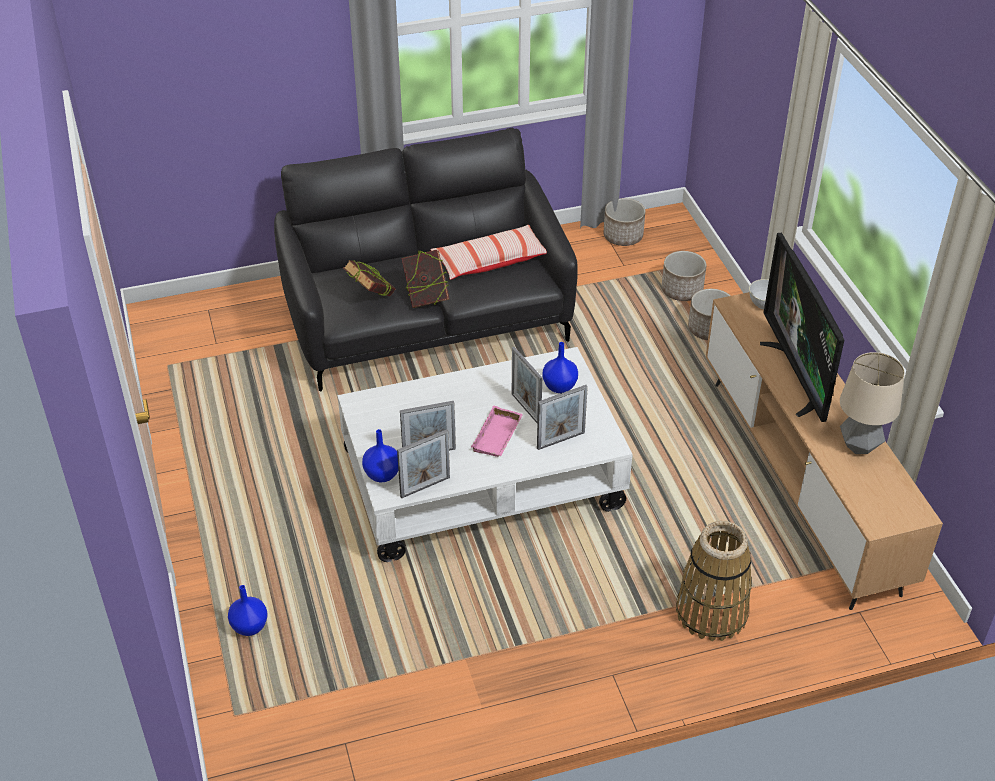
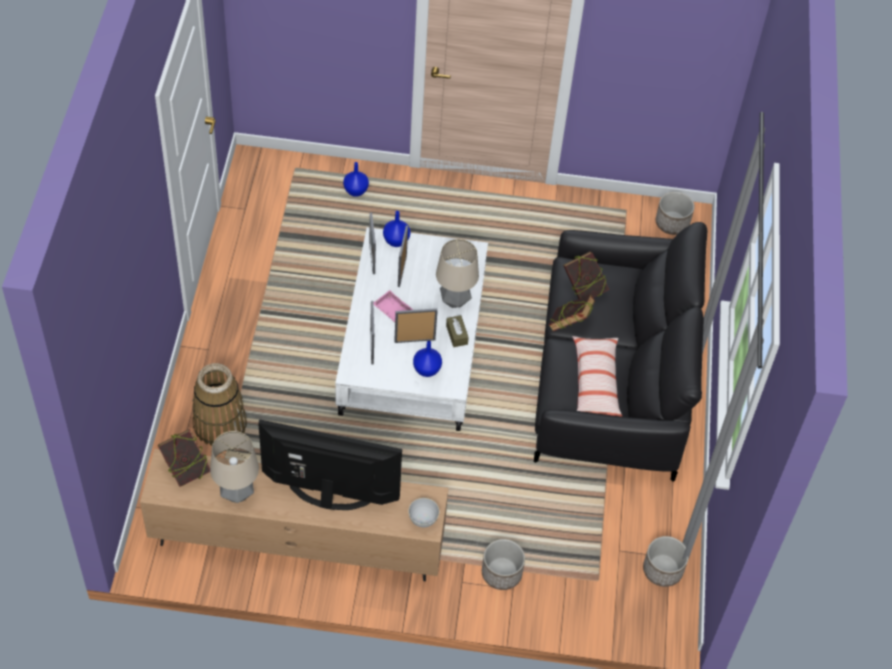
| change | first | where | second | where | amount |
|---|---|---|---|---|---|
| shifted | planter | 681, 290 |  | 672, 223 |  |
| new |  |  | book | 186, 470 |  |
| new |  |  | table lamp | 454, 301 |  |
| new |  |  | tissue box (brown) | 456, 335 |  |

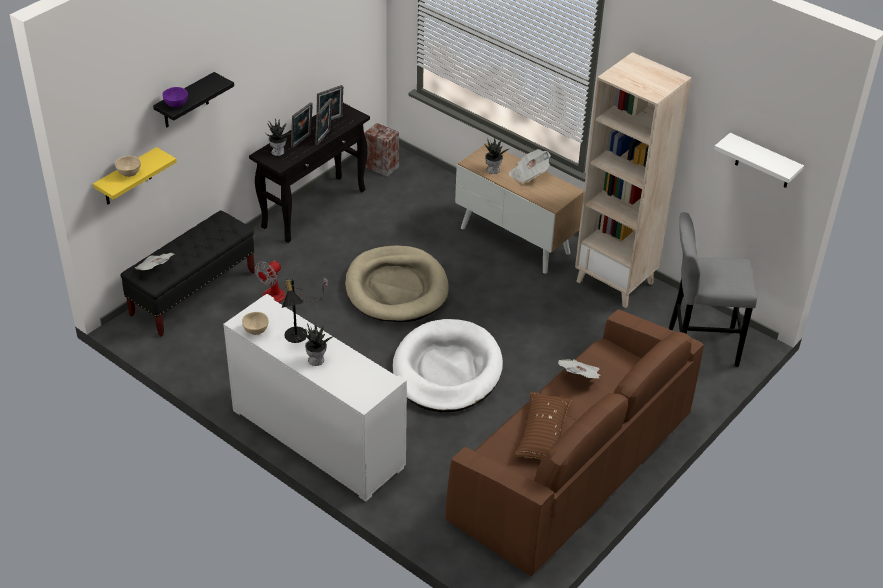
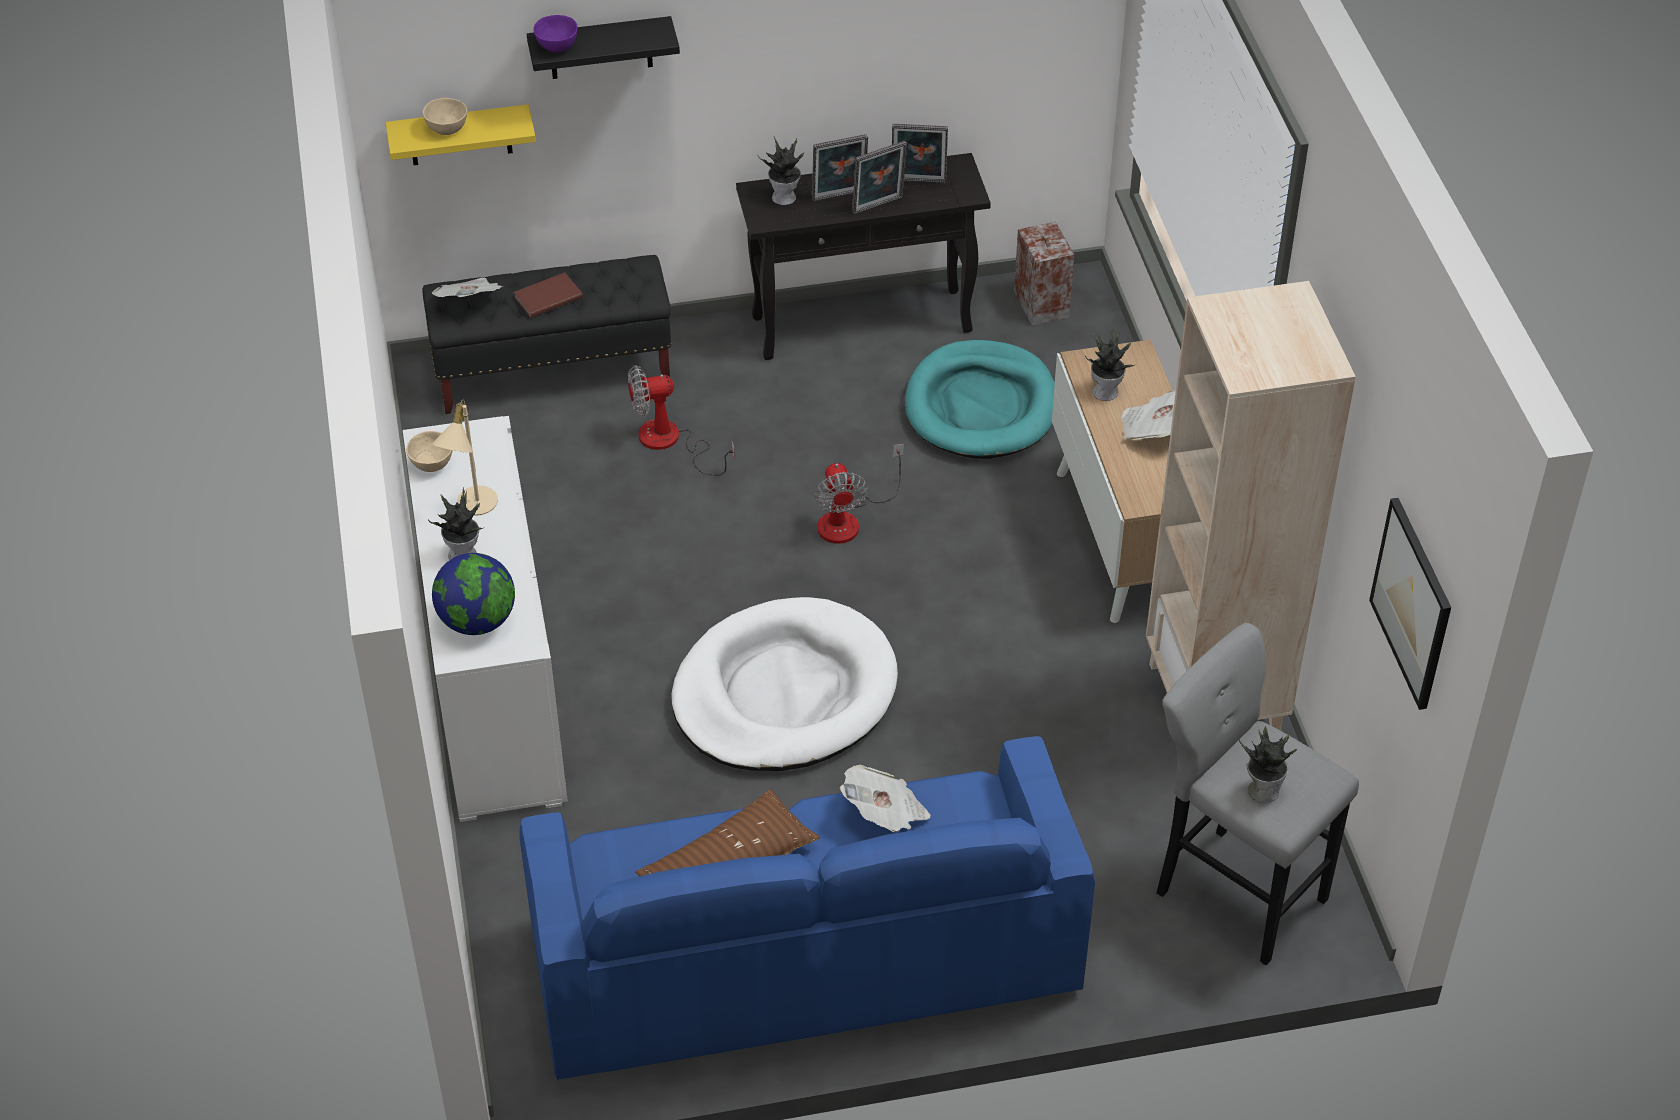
| change | first | where | second | where | amount |
|---|---|---|---|---|---|
| repainted | table lamp (black) | 295, 338 | table lamp (beige) | 471, 505 |  |
| swapped | dog bed (beige) | 396, 288 | fan | 849, 519 |  |
| repainted | sofa (brown) | 572, 468 | sofa (blue) | 803, 959 |  |
| swapped | shelf (white) | 763, 162 | picture | 1412, 603 |  |
| new |  |  | globe | 477, 621 |  |
| new |  |  | book (brown) | 547, 297 |  |
| new |  |  | dog bed (turquoise) | 981, 406 |  |
| new |  |  | potted plant | 1263, 790 |  |

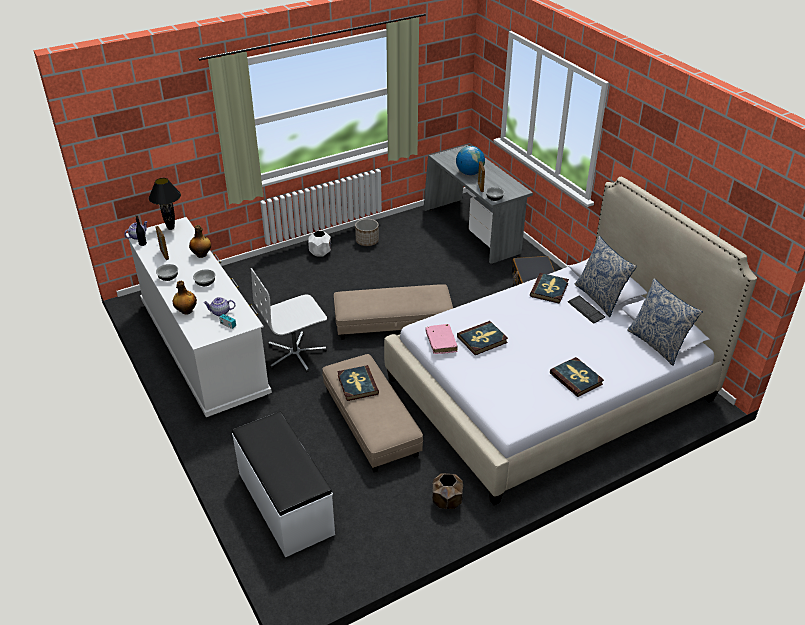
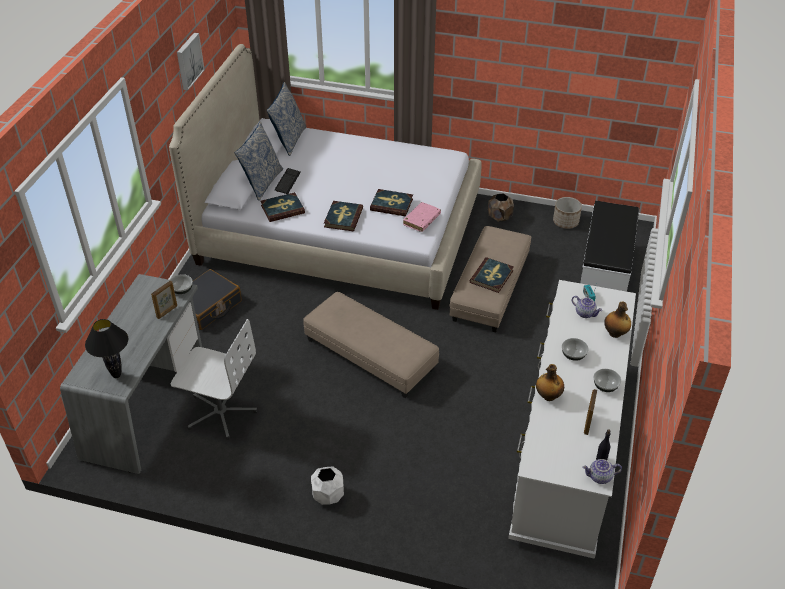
| change | first | where | second | where | amount |
|---|---|---|---|---|---|
| shifted | table lamp (black) | 171, 228 |  | 116, 375 |  |
| shifted | office chair (white) | 296, 354 |  | 221, 412 |  |
| shifted | planter | 367, 241 |  | 565, 222 |  |
| gone | globe | 469, 173 |  |  |  |
| shifted | book | 576, 378 |  | 343, 218 |  |
| new |  |  | picture | 188, 61 |  |

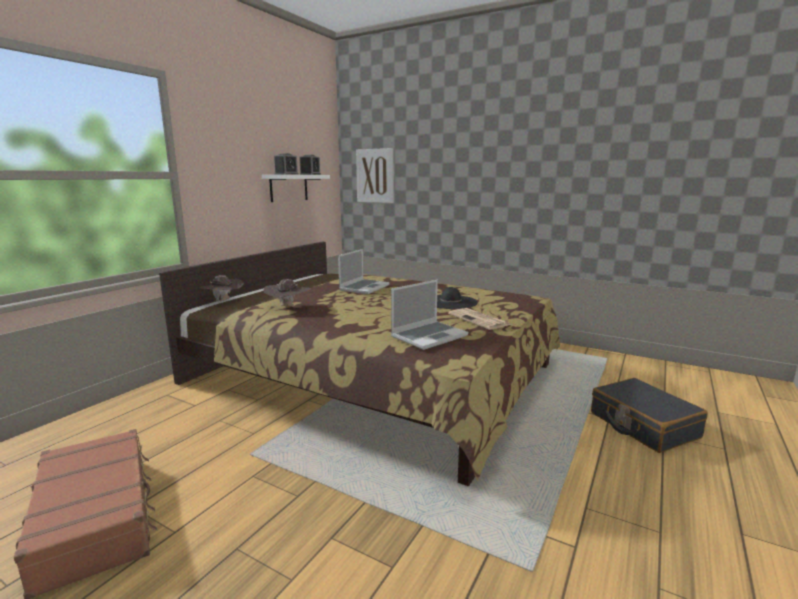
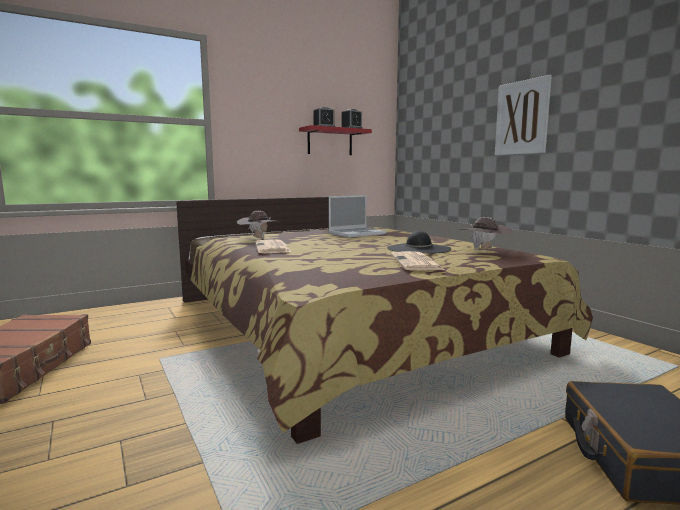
| change | first | where | second | where | amount |
|---|---|---|---|---|---|
| shifted | hat (brown) | 224, 301 |  | 484, 251 |  |
| repainted | shelf (white) | 289, 188 | shelf (red) | 330, 142 |  |
| shifted | picture | 375, 176 |  | 522, 117 |  |
| gone | laptop | 429, 336 |  |  |  |
| new |  |  | newspaper | 273, 248 |  |

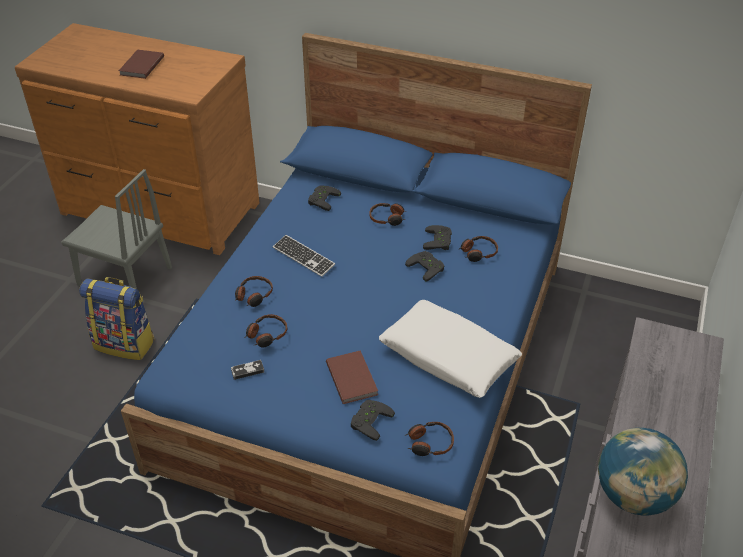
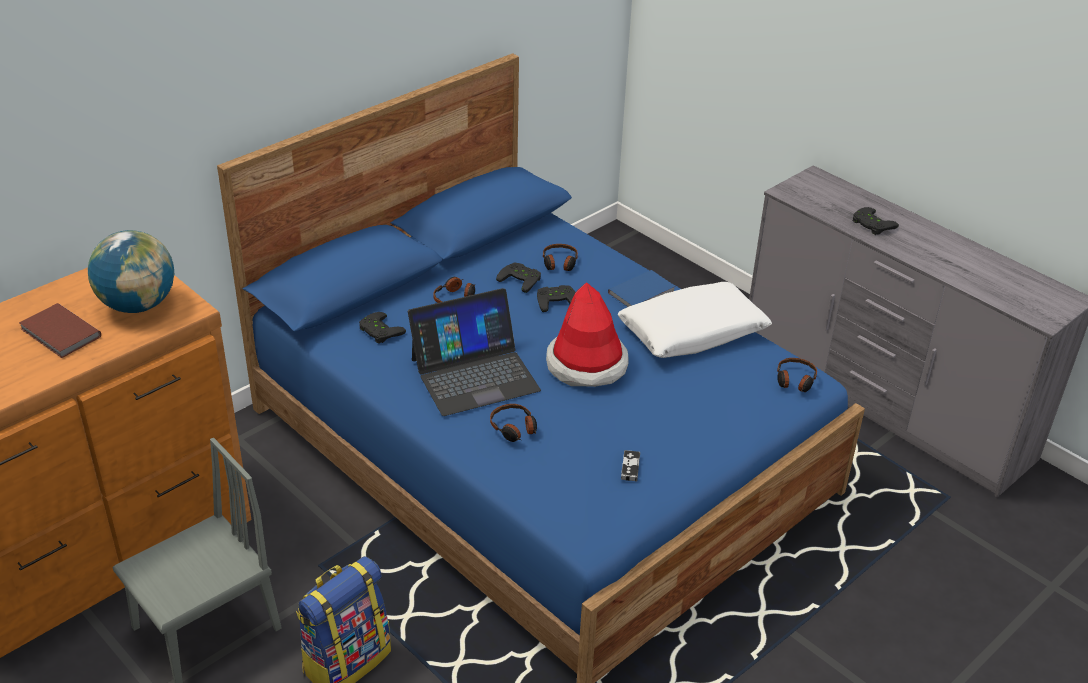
| change | first | where | second | where | amount |
|---|---|---|---|---|---|
| gone | headphones | 266, 335 |  |  |  |
| swapped | keyboard | 303, 257 | laptop | 474, 374 |  |
| gone | book (brown) | 352, 378 |  |  |  |
| shifted | game controller (black) | 369, 420 |  | 871, 224 |  |
| shifted | globe | 633, 495 |  | 138, 305 |  |
| new |  |  | hat | 587, 364 |  |
| new |  |  | book (blue) | 643, 293 |  |

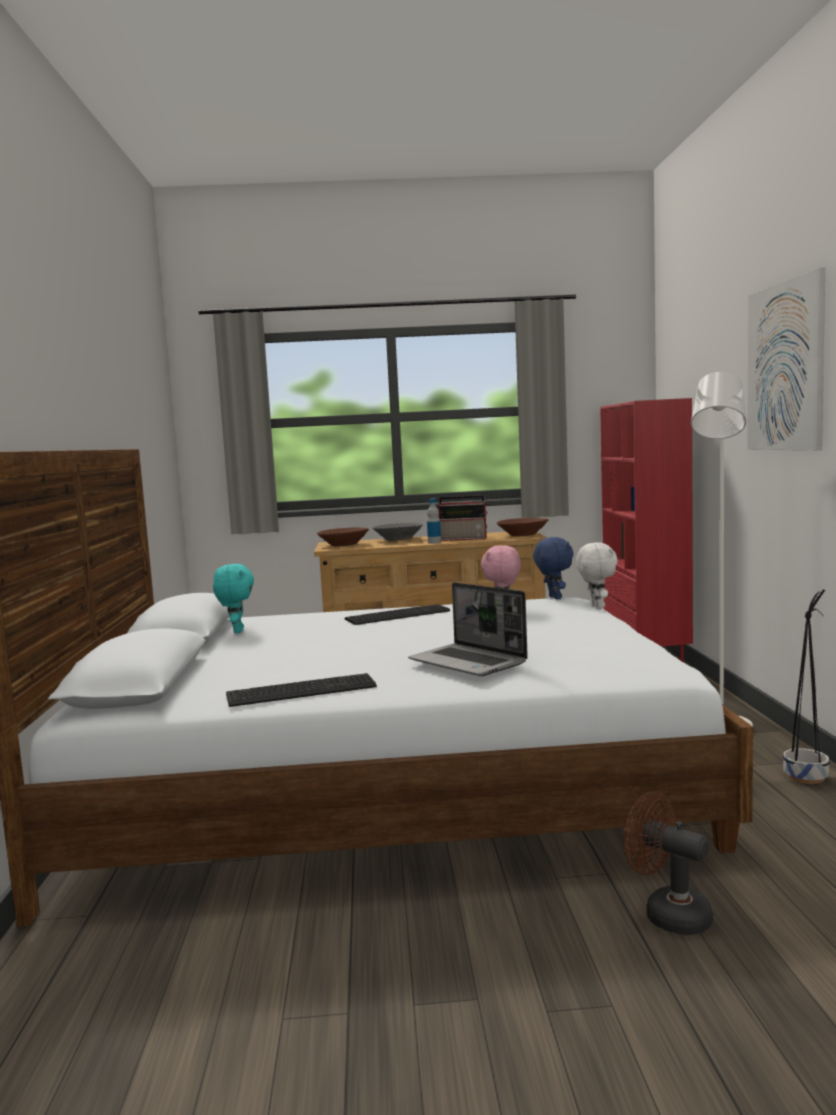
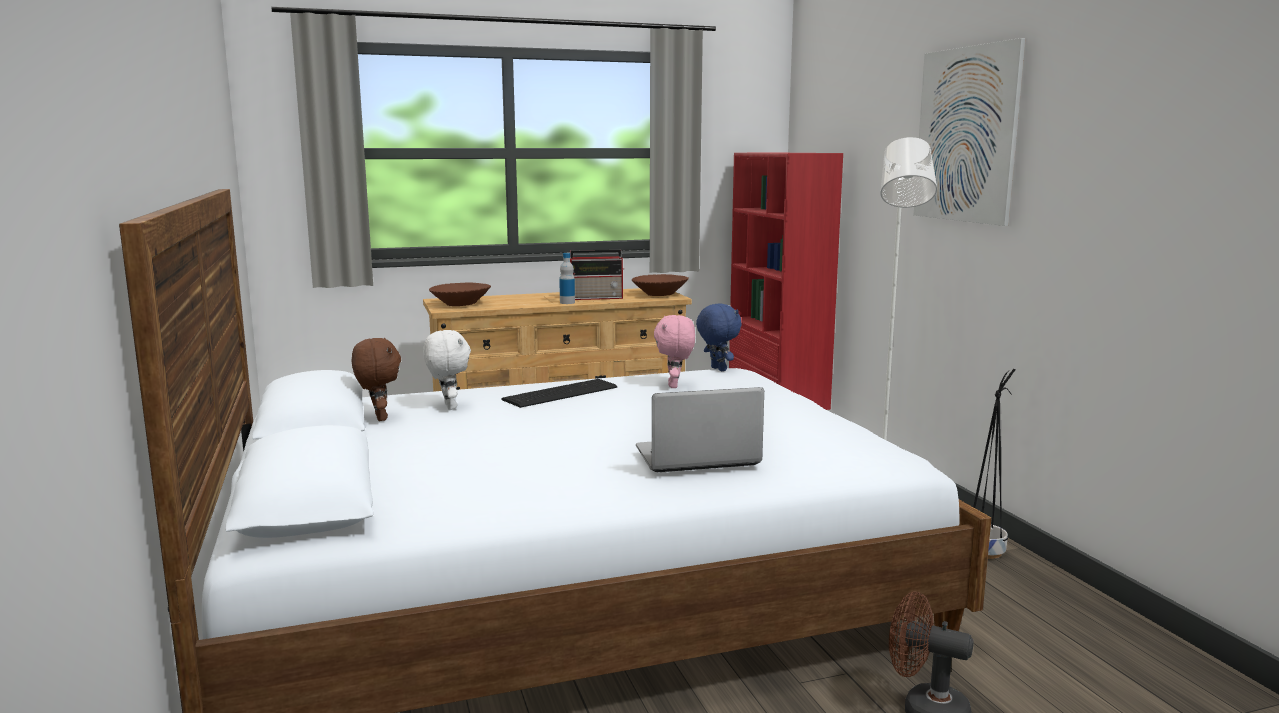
| change | first | where | second | where | amount |
|---|---|---|---|---|---|
| repainted | plush toy (turquoise) | 237, 631 | plush toy (brown) | 379, 418 |  |
| gone | keyboard | 299, 690 |  |  |  |
| gone | bowl (grey) | 398, 540 |  |  |  |
| rotated | laptop | 469, 662 |  | 695, 458 | 135 degrees clockwise |
| shifted | plush toy (white) | 596, 606 |  | 448, 407 |  |

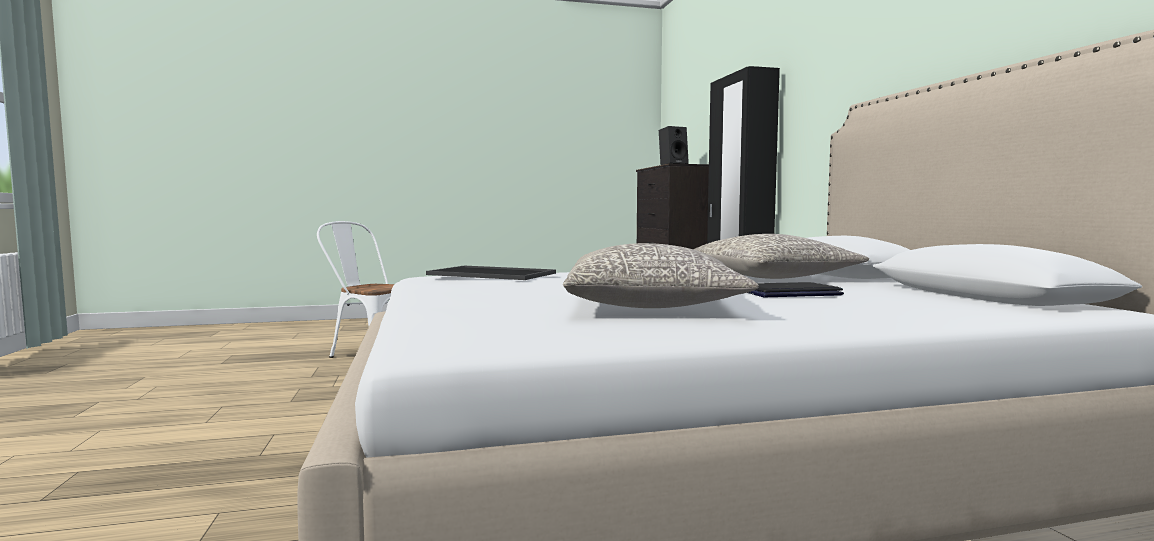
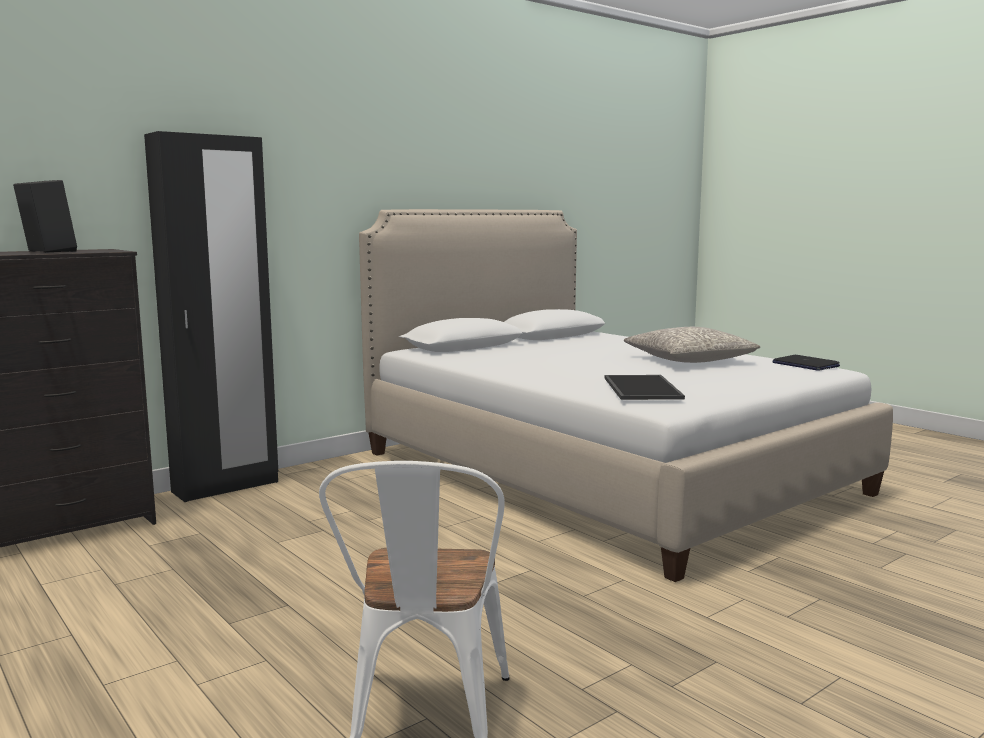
| change | first | where | second | where | amount |
|---|---|---|---|---|---|
| gone | pillow (grey) | 773, 277 |  |  |  |
| shifted | laptop | 789, 293 |  | 805, 364 |  |

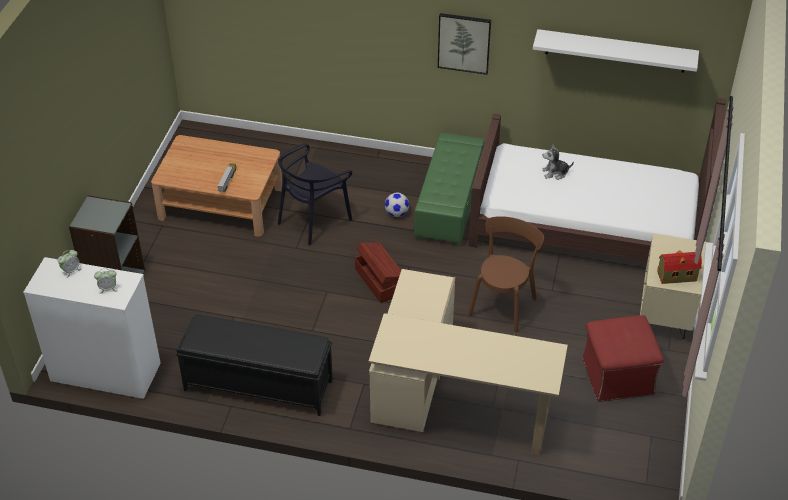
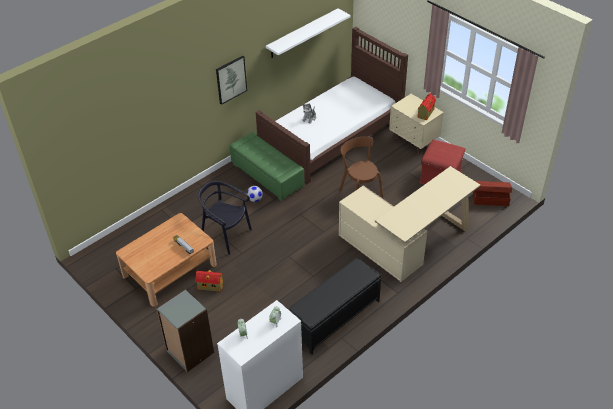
| change | first | where | second | where | amount |
|---|---|---|---|---|---|
| rotated | chair (black) | 313, 219 |  | 226, 235 | 135 degrees clockwise |
| shifted | storage box (brown) | 379, 281 |  | 490, 199 |  |
| new |  |  | toy house | 209, 286 |  |

